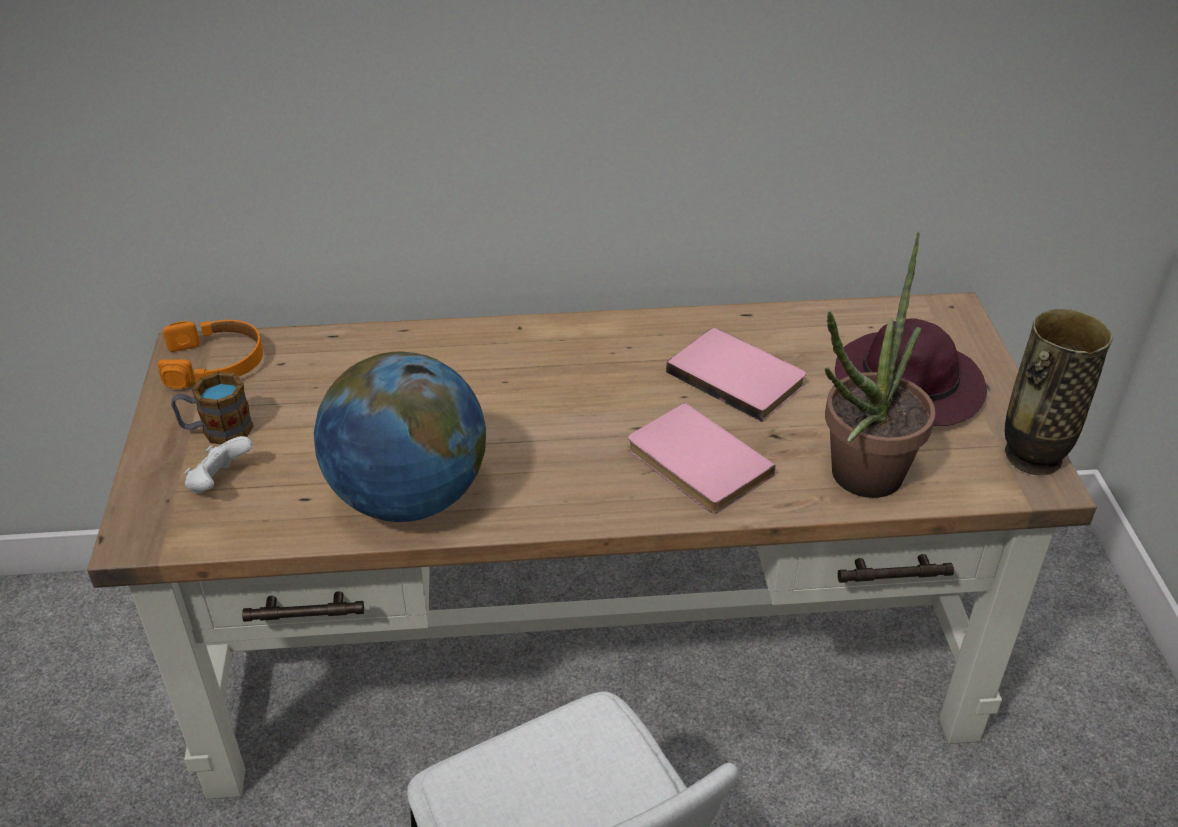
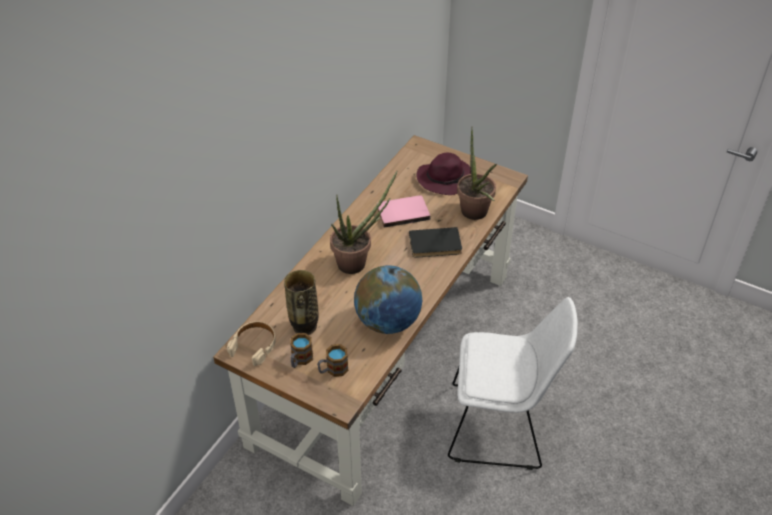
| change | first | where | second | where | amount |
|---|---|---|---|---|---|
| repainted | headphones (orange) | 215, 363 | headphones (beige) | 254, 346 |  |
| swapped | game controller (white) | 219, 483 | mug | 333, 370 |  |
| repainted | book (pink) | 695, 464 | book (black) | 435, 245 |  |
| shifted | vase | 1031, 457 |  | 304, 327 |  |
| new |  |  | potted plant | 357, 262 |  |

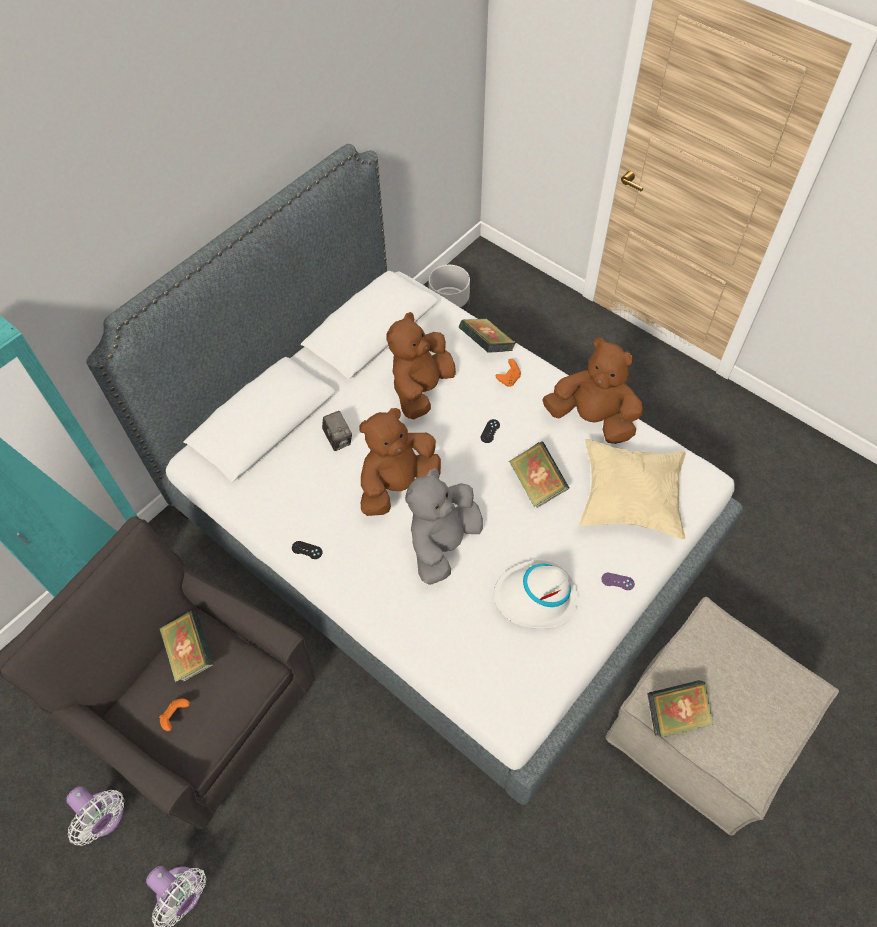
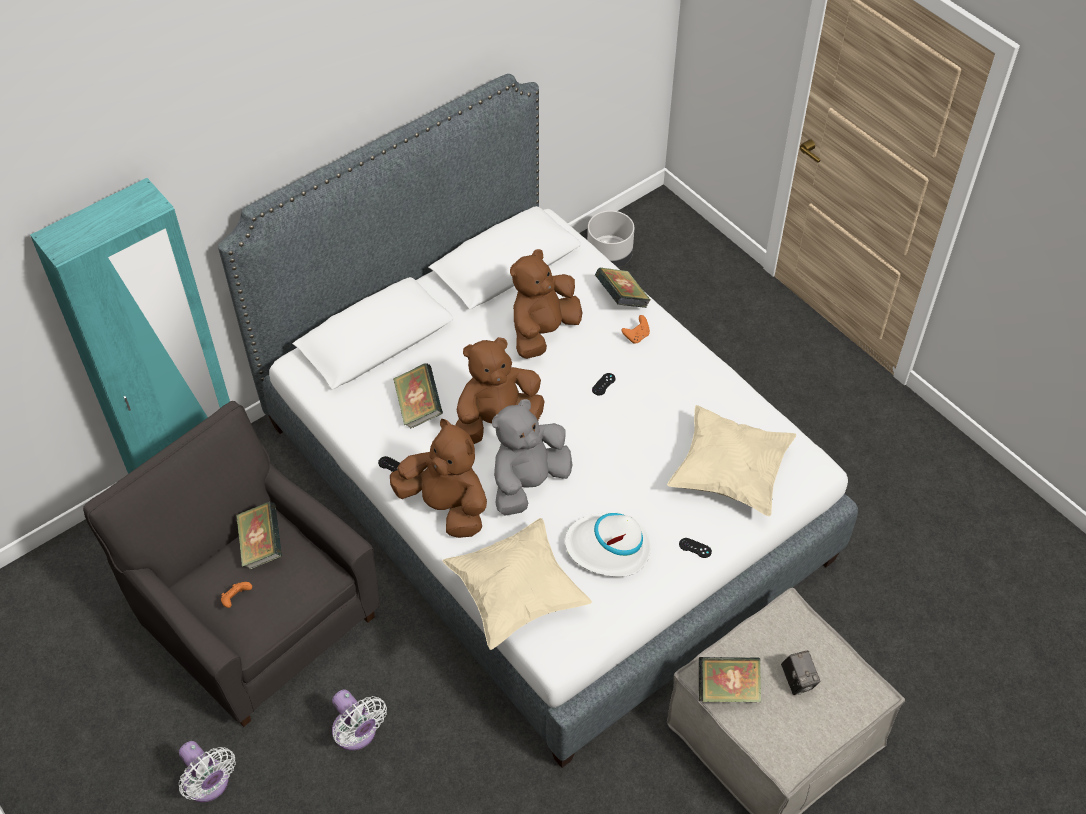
| change | first | where | second | where | amount |
|---|---|---|---|---|---|
| shifted | fan (white) | 105, 818 |  | 357, 734 |  |
| shifted | photo camera | 338, 439 |  | 798, 680 |  |
| shifted | book | 537, 484 |  | 418, 407 |  |
| shifted | plush toy (brown) | 592, 419 |  | 446, 506 |  |
| repainted | game controller (purple) | 617, 581 | game controller (black) | 695, 548 |  |
| new |  |  | pillow (beige) | 516, 594 |  |

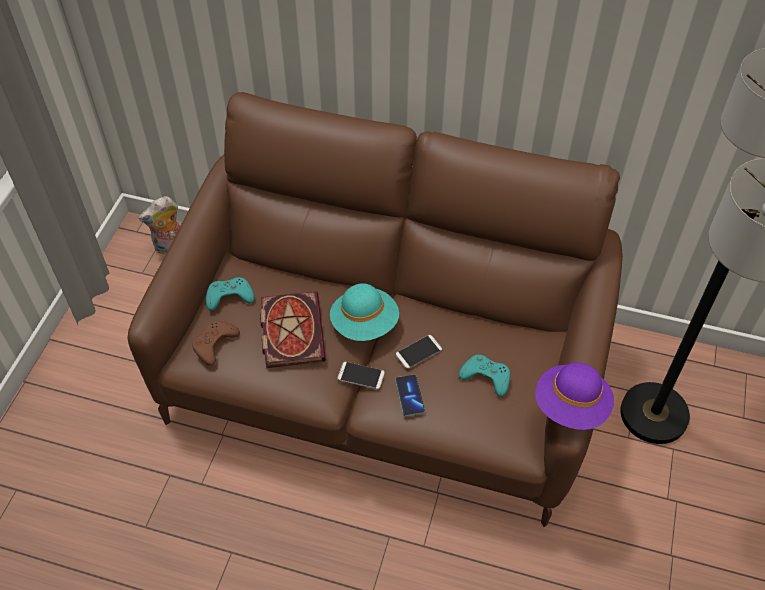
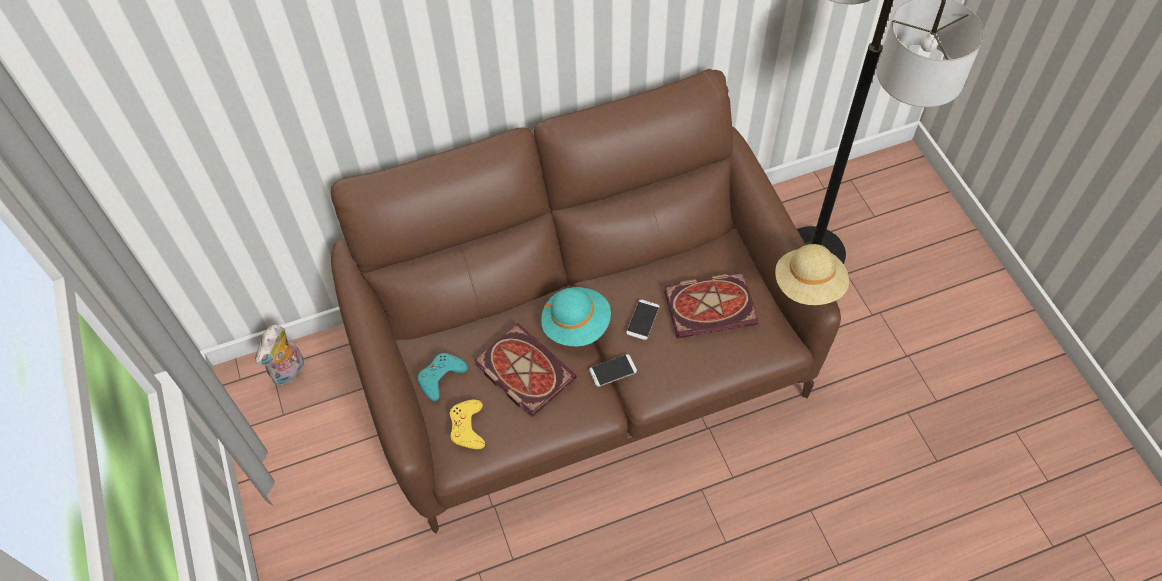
| change | first | where | second | where | amount |
|---|---|---|---|---|---|
| repainted | game controller (brown) | 214, 344 | game controller (yellow) | 467, 427 |  |
| gone | phone | 409, 396 |  |  |  |
| swapped | game controller (turquoise) | 486, 377 | book | 711, 305 |  |
| repainted | hat (purple) | 571, 406 | hat (beige) | 809, 286 |  |

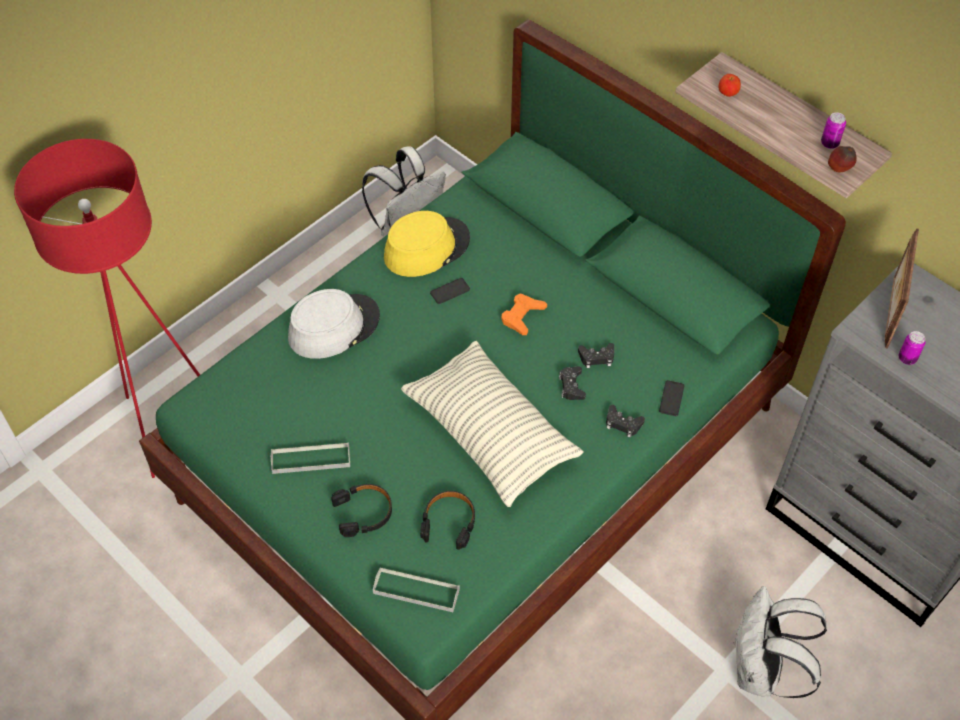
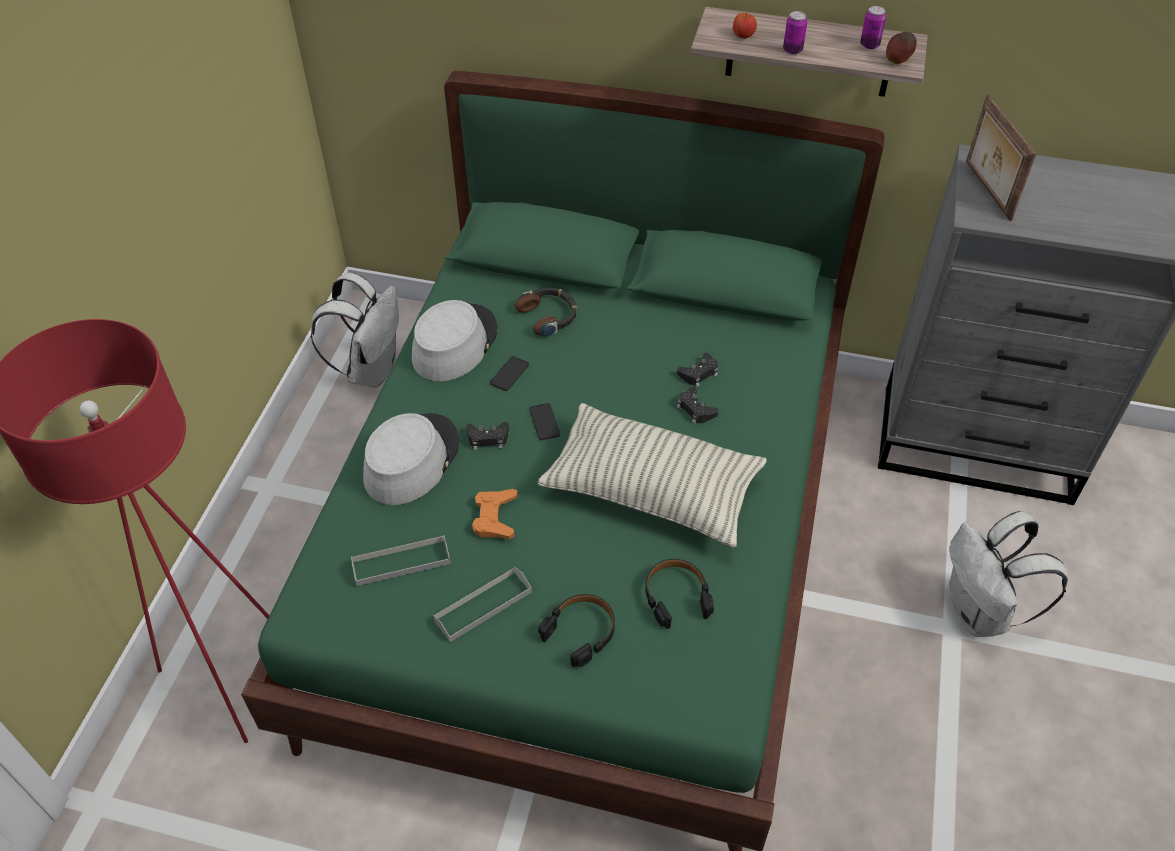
| change | first | where | second | where | amount |
|---|---|---|---|---|---|
| shifted | tray (grey) | 416, 591 |  | 401, 562 |  |
| repainted | hat (yellow) | 426, 247 | hat (grey) | 454, 344 |  |
| shifted | game controller (orange) | 522, 316 |  | 495, 517 |  |
| shifted | game controller (black) | 623, 423 |  | 488, 438 |  |
| shifted | phone | 671, 398 |  | 544, 422 |  |
| shifted | can | 907, 358 |  | 792, 50 |  |
| new |  |  | headphones | 549, 316 |  |

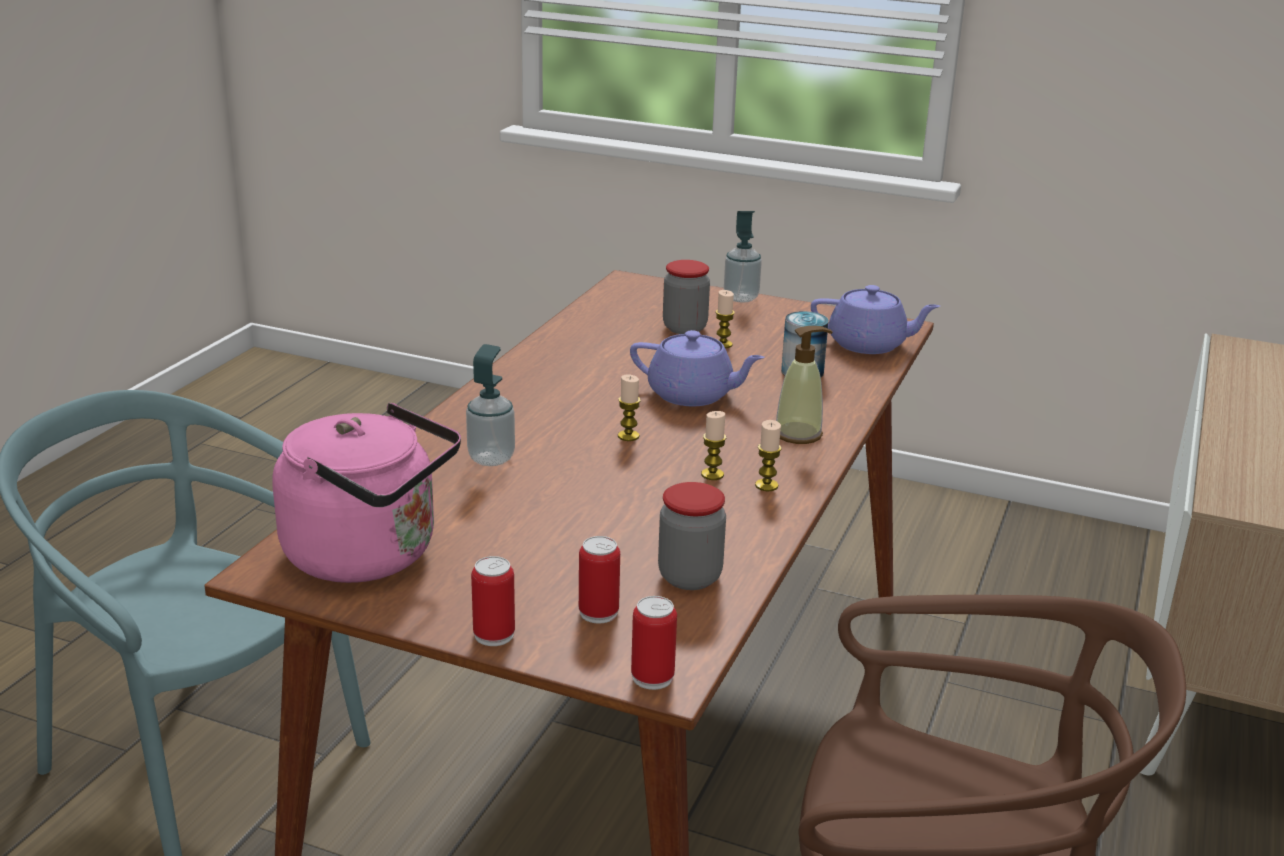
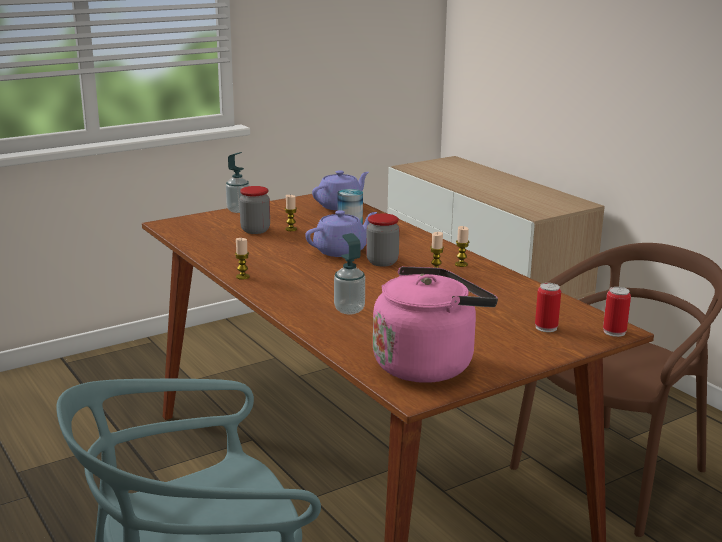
| change | first | where | second | where | amount |
|---|---|---|---|---|---|
| gone | can | 494, 635 |  |  |  |
| shifted | candle | 628, 436 |  | 242, 277 |  |
| shifted | jar | 689, 577 |  | 382, 262 |  |
| gone | soap dispenser | 798, 434 |  |  |  |

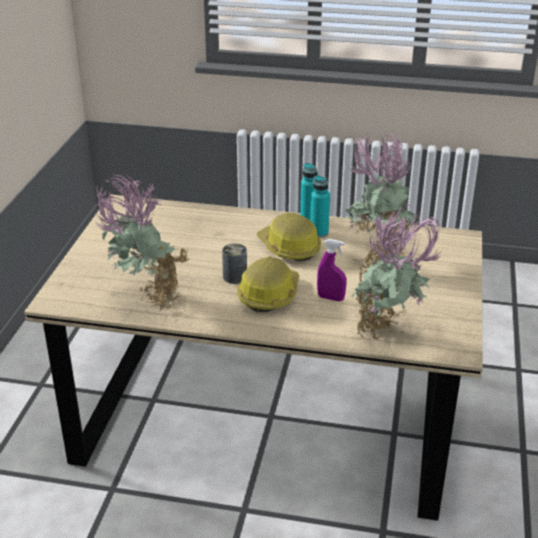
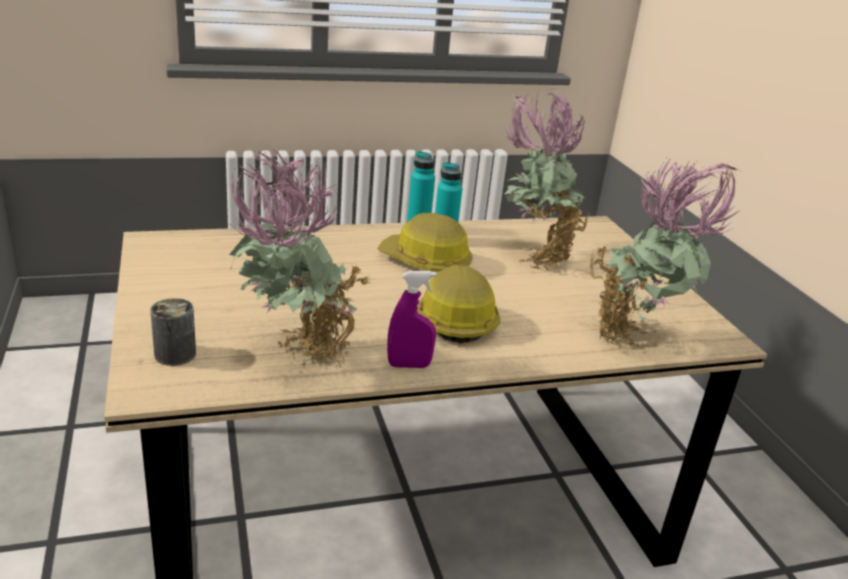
| change | first | where | second | where | amount |
|---|---|---|---|---|---|
| shifted | can | 235, 277 |  | 175, 354 |  |
| shifted | spray bottle (purple) | 330, 298 |  | 409, 365 |  |

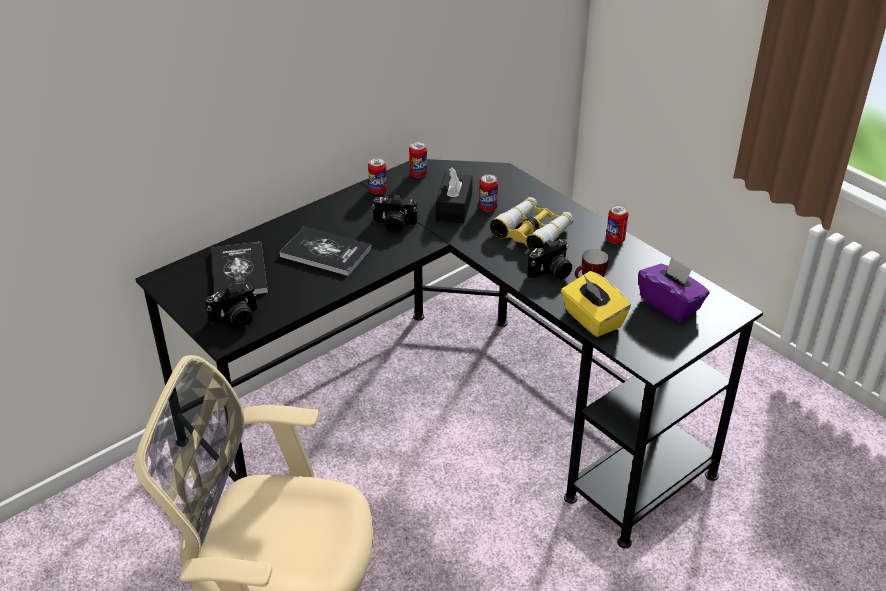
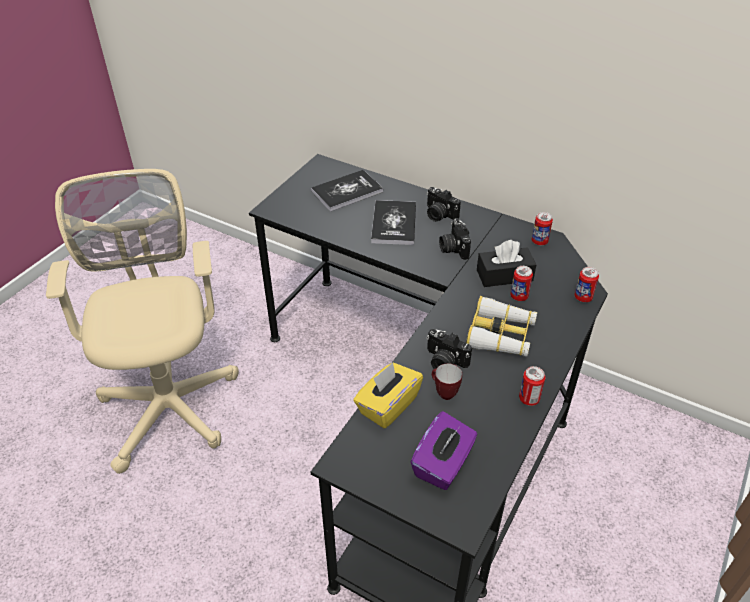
| change | first | where | second | where | amount |
|---|---|---|---|---|---|
| shifted | photo camera | 236, 319 |  | 438, 215 |  |
| shifted | can | 378, 191 |  | 583, 297 |  |

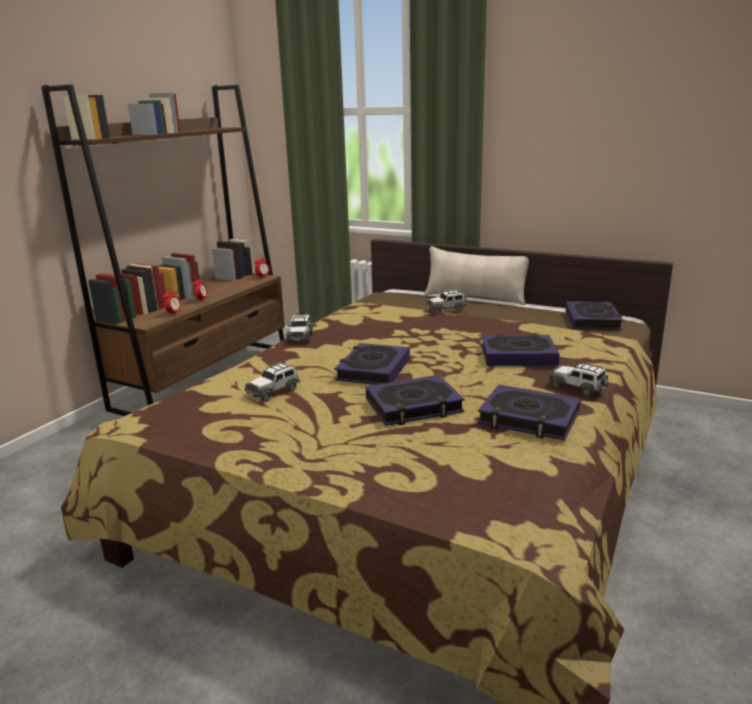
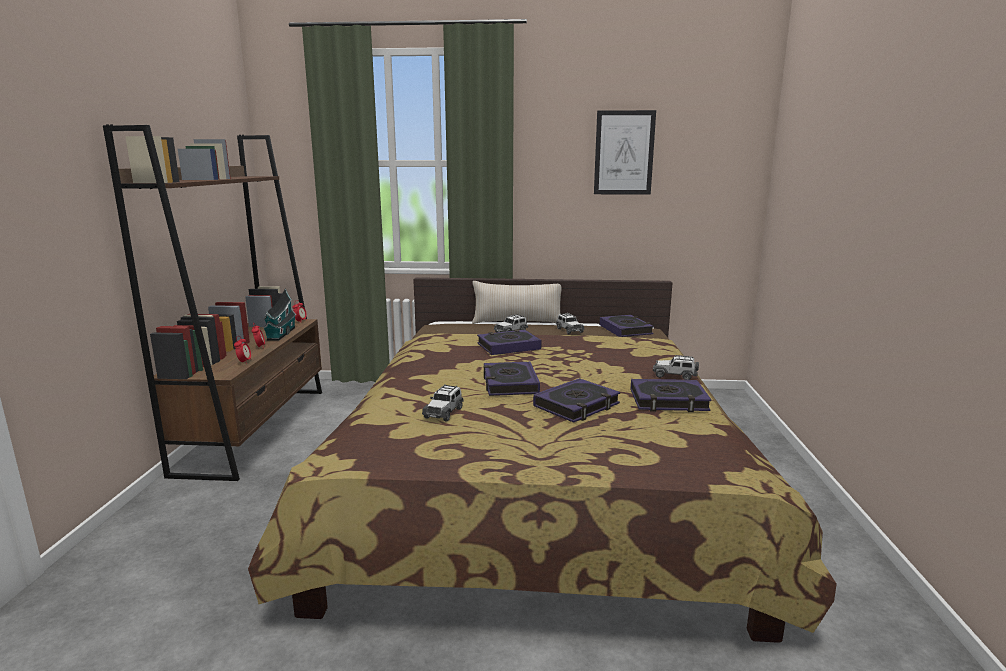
| change | first | where | second | where | amount |
|---|---|---|---|---|---|
| shifted | toy car | 300, 337 |  | 569, 330 |  |
| shifted | book | 518, 356 |  | 508, 346 |  |
| new |  |  | toy house | 280, 334 |  |
| new |  |  | picture | 624, 153 |  |

